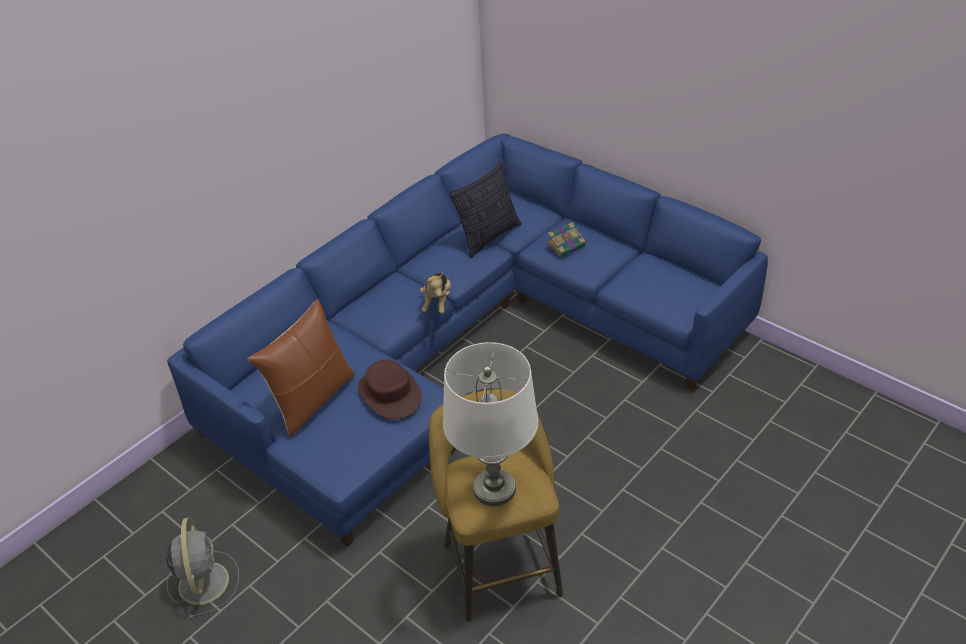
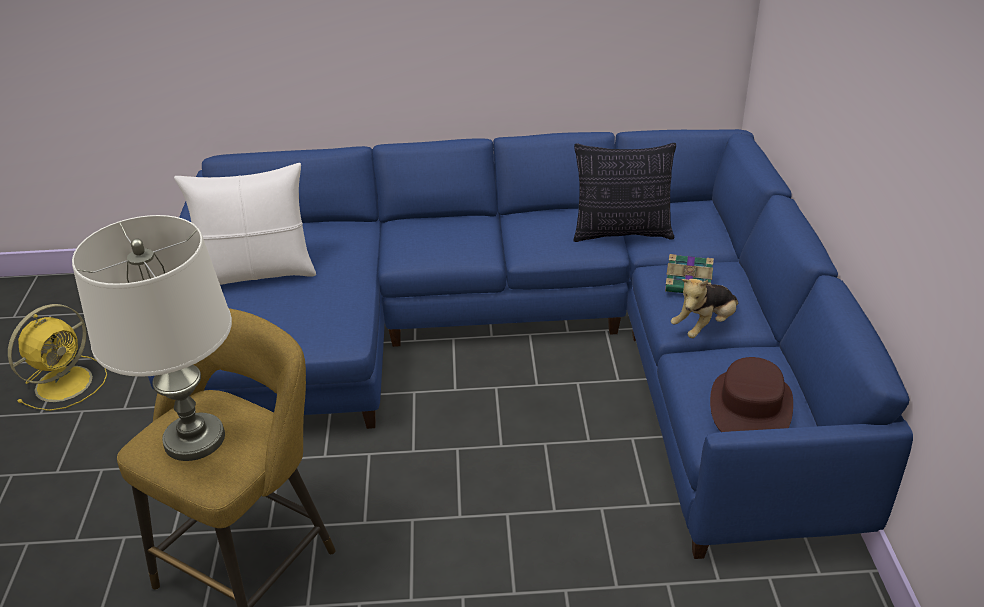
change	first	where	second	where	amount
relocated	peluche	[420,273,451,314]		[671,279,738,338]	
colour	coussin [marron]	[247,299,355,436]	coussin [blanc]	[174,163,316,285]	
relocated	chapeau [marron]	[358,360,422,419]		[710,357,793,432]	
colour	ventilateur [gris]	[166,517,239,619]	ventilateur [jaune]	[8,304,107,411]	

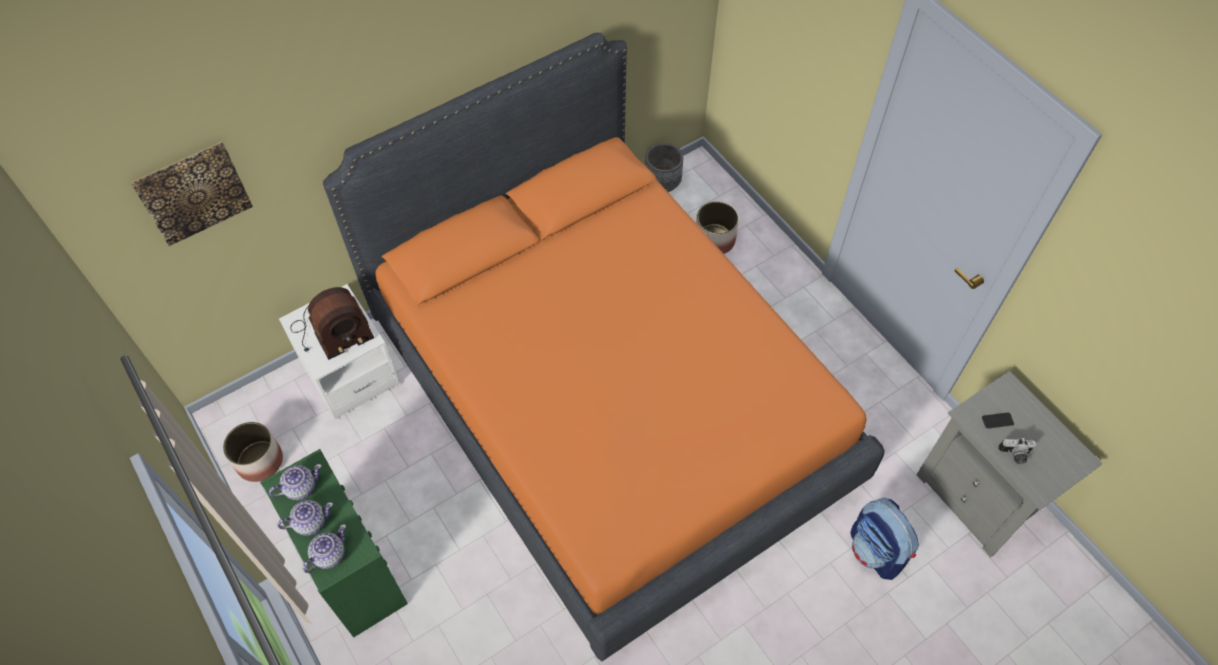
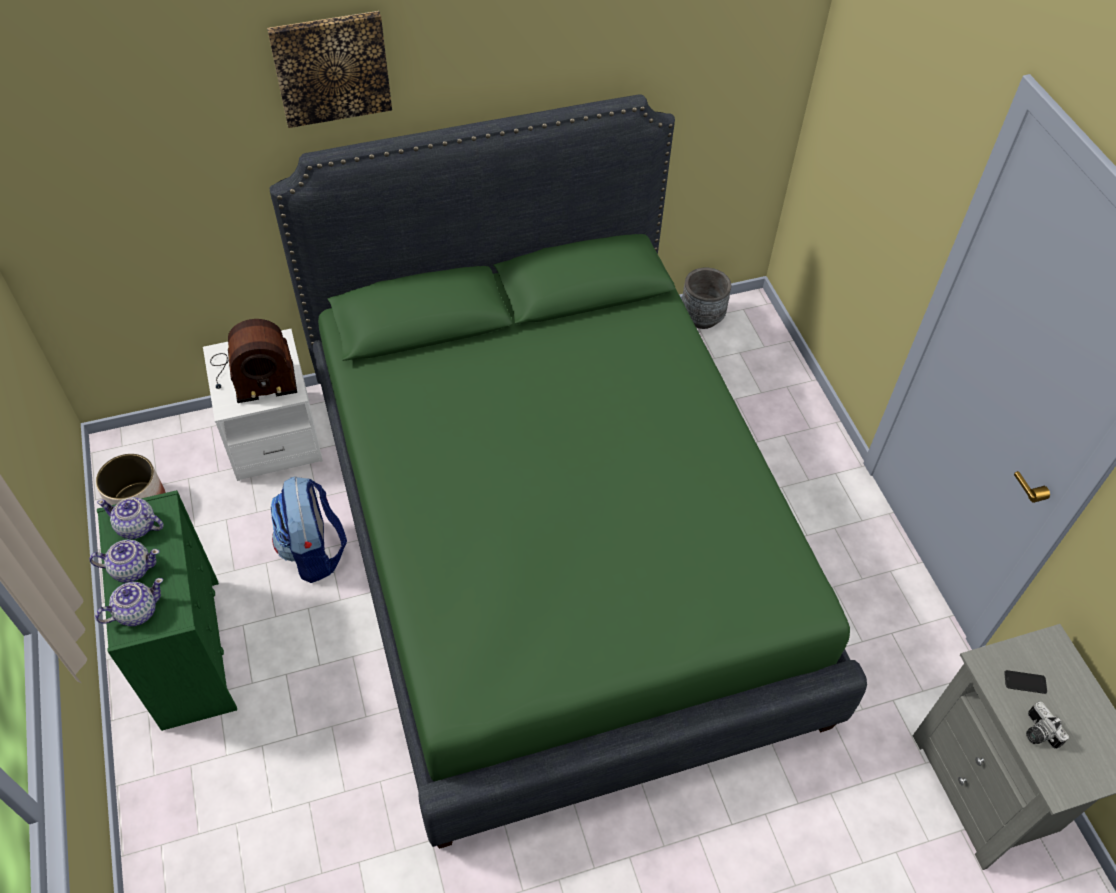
change	first	where	second	where	amount
colour	lit [orange]	[323,32,885,661]	lit [vert]	[270,94,867,849]	
relocated	tableau	[131,142,253,246]		[267,11,392,128]	
missing	cache-pot	[696,201,739,254]			
spun	appareil photo	[998,438,1036,464]		[1026,701,1069,749]	45 degrees clockwise
spun	théière	[269,464,322,500]		[97,497,163,539]	150 degrees counterclockwise
relocated	sac à dos	[850,498,919,580]		[271,476,347,583]	

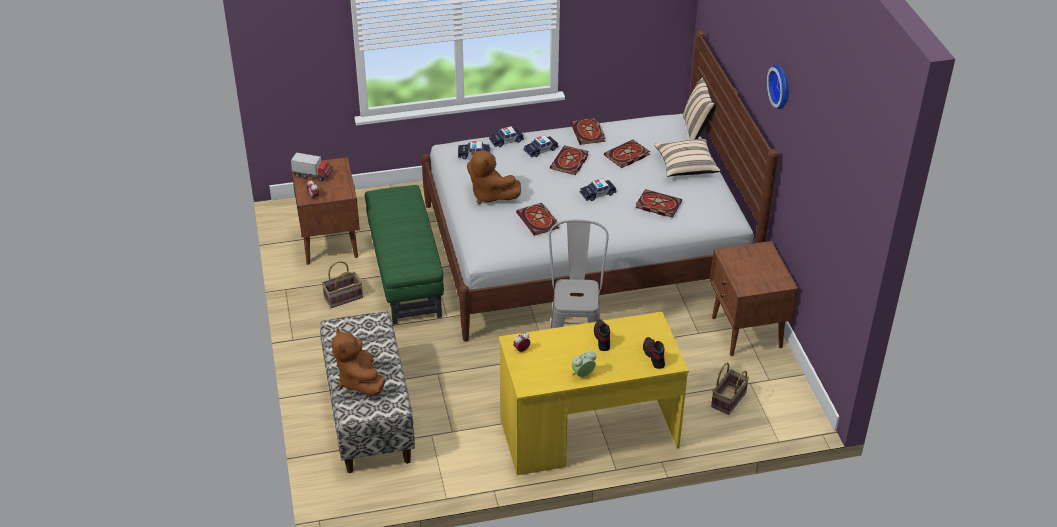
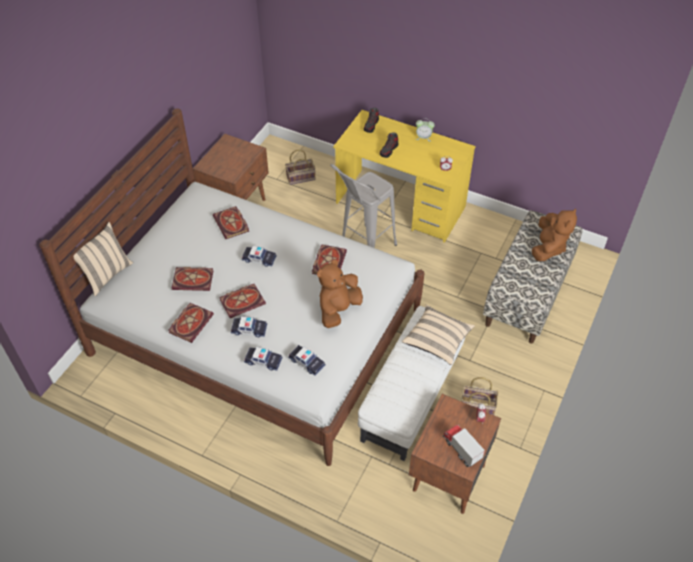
change	first	where	second	where	amount
missing	horloge murale	[767,65,789,109]			
relocated	coussin [beige]	[654,139,720,177]		[402,305,475,365]	
spun	peluche [marron]	[467,150,521,204]		[317,259,363,328]	135 degrees counterclockwise
colour	pouf [vert]	[365,185,444,325]	pouf [blanc]	[358,306,465,461]	

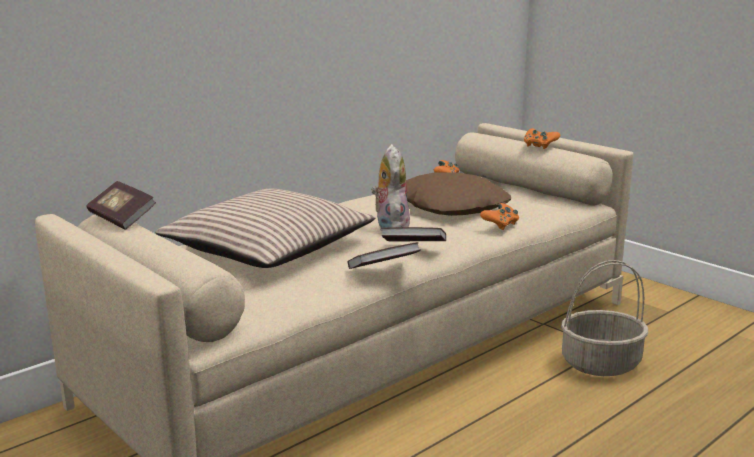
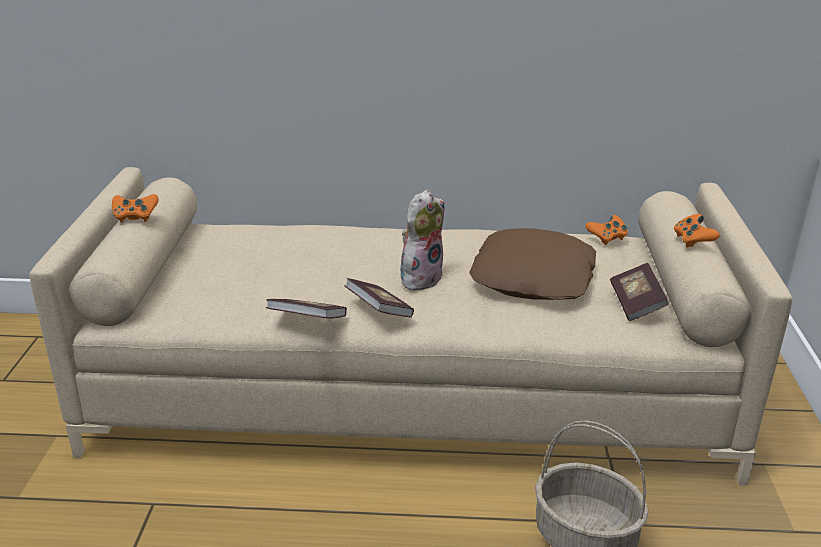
change	first	where	second	where	amount
relocated	livre	[86,181,156,229]		[610,263,669,321]	
missing	coussin	[155,189,375,268]			
relocated	manette [orange]	[480,203,519,230]		[112,194,159,222]	

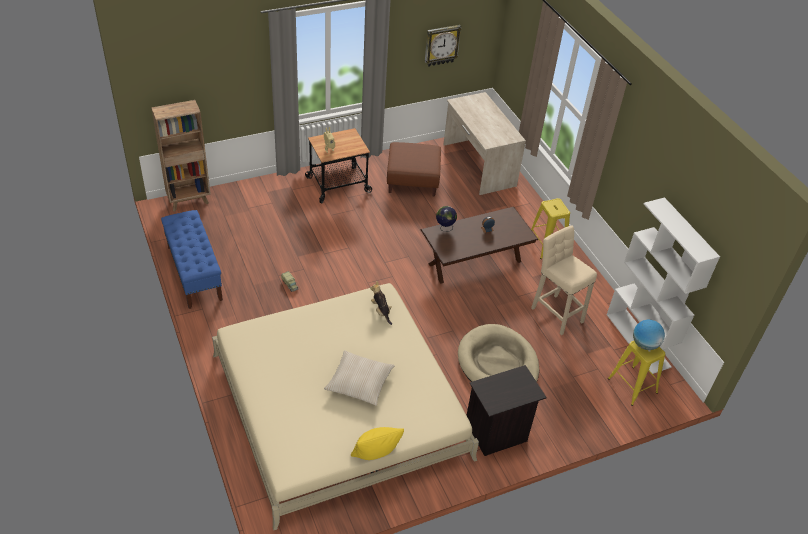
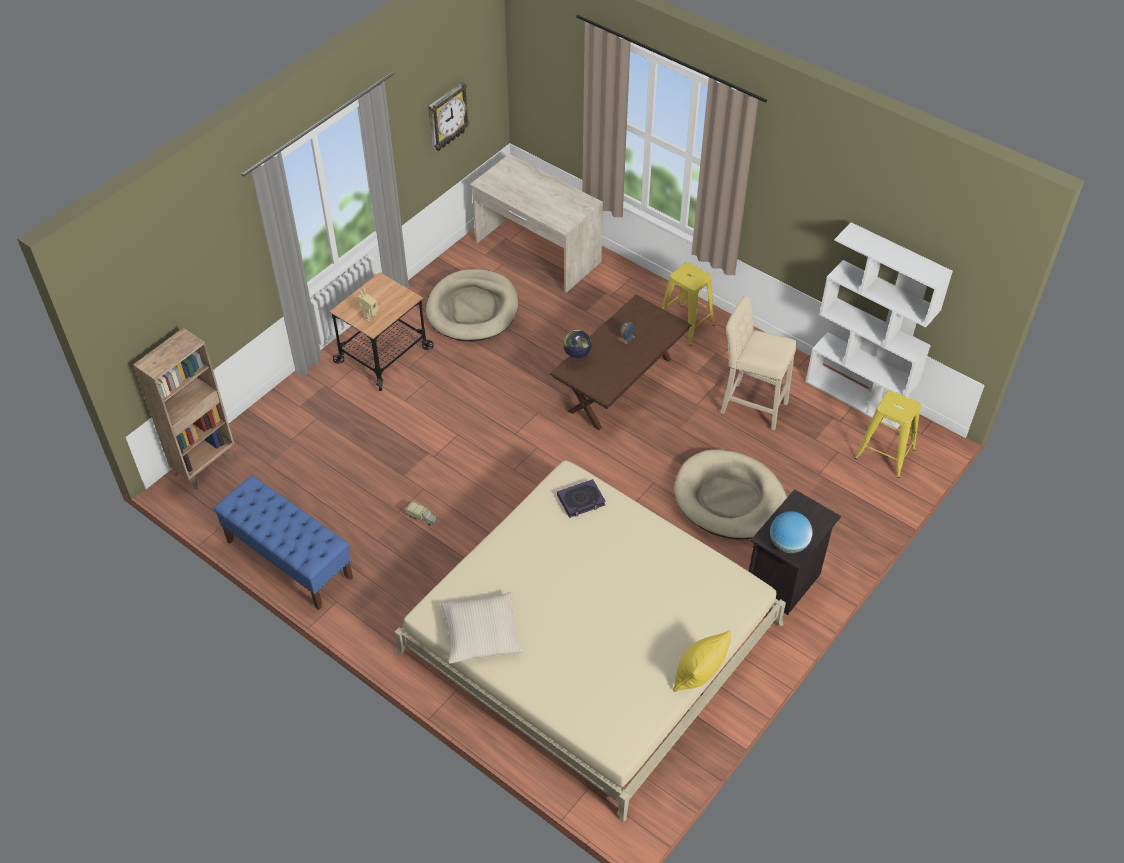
change	first	where	second	where	amount
exchanged	pouf [marron]	[387,142,441,197]	panier pour chien [beige]	[426,269,518,342]	
exchanged	peluche	[370,281,392,325]	livre	[557,479,606,518]	
relocated	globe	[633,320,665,350]		[770,511,813,553]	
relocated	coussin [beige]	[324,350,395,406]		[441,592,523,664]	

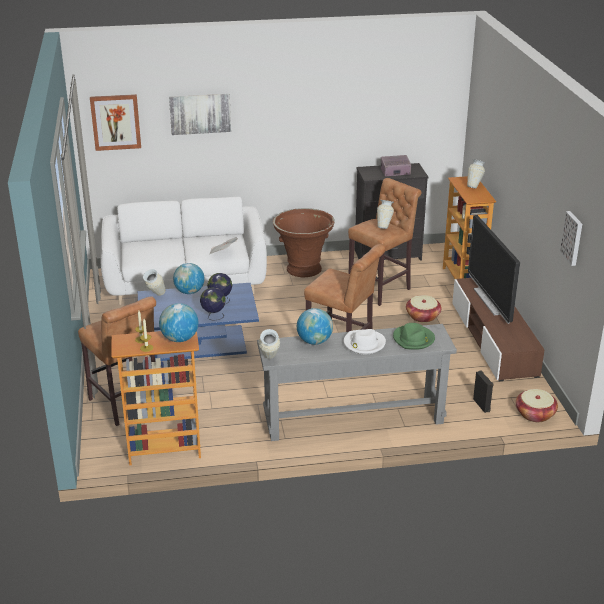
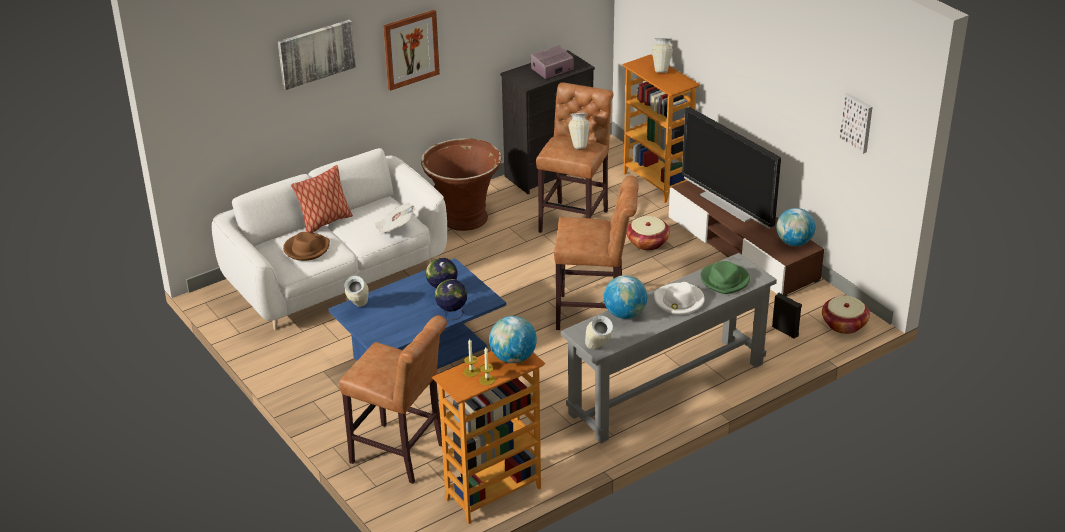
change	first	where	second	where	amount
relocated	tableau	[90,94,141,151]		[383,10,440,91]	
relocated	globe	[173,263,205,294]		[776,208,815,246]	
appeared			coussin	[291,165,353,233]	
appeared			chapeau [marron]	[283,232,330,261]	

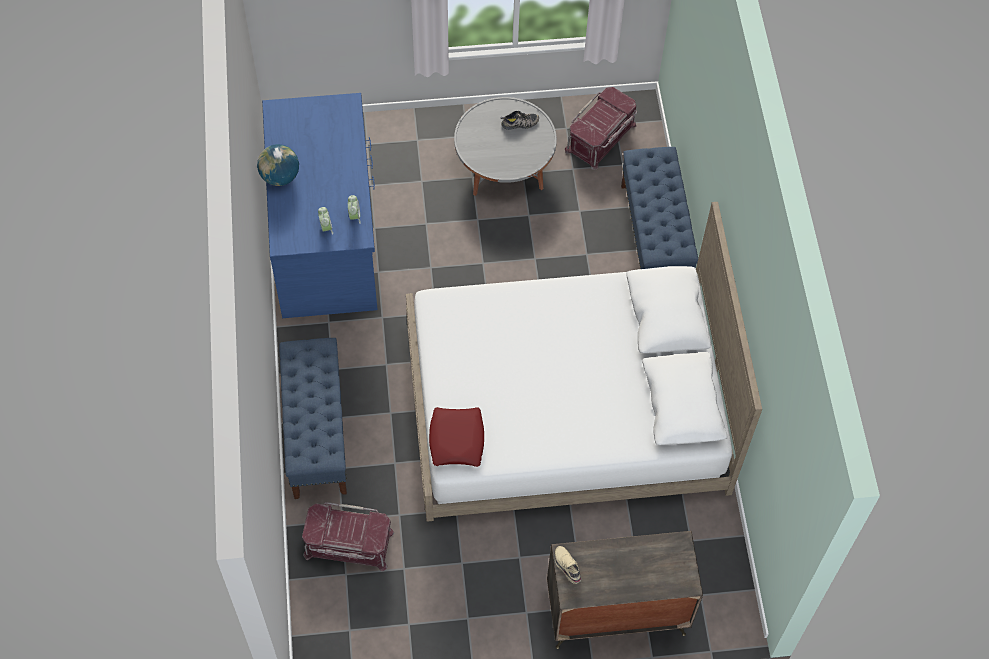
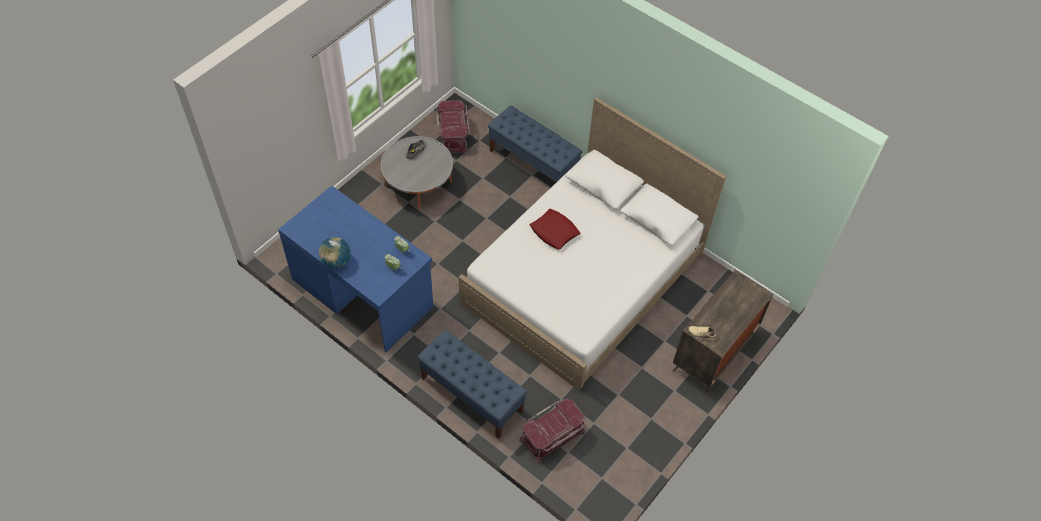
change	first	where	second	where	amount
relocated	coussin [rouge]	[429,407,484,467]		[530,209,580,250]	

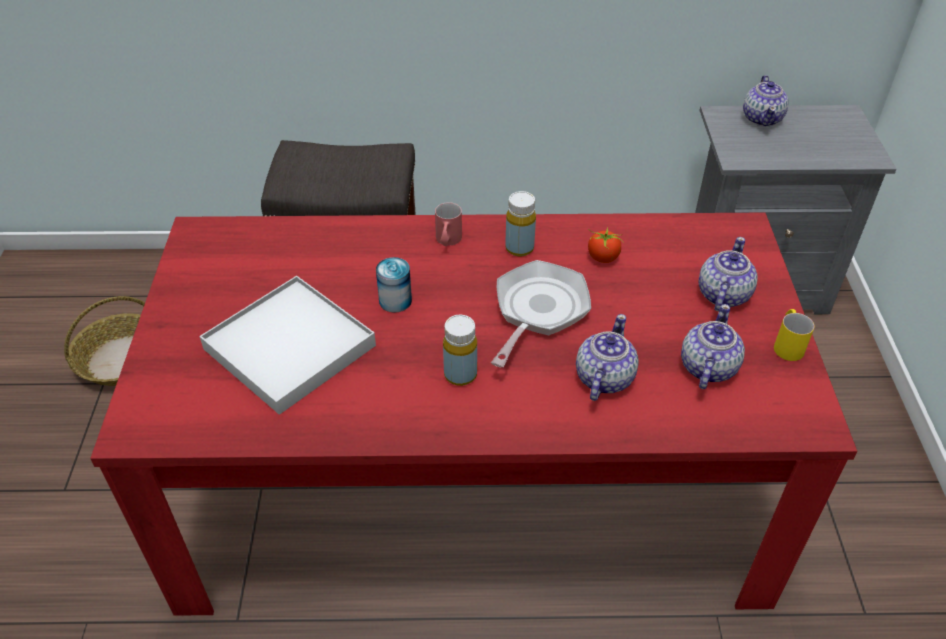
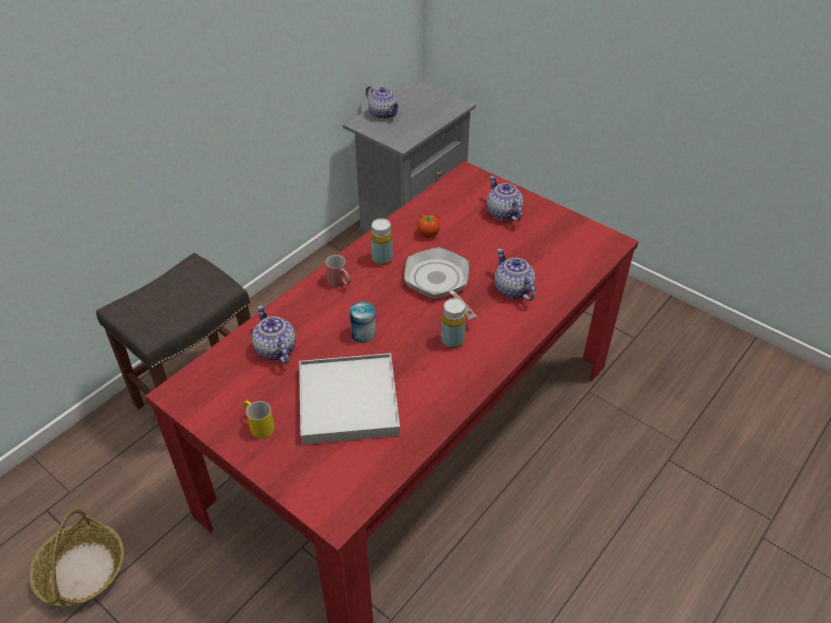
change	first	where	second	where	amount
relocated	théière	[681,304,745,389]		[252,305,296,364]	
relocated	mug [jaune]	[774,309,815,361]		[243,401,275,439]	

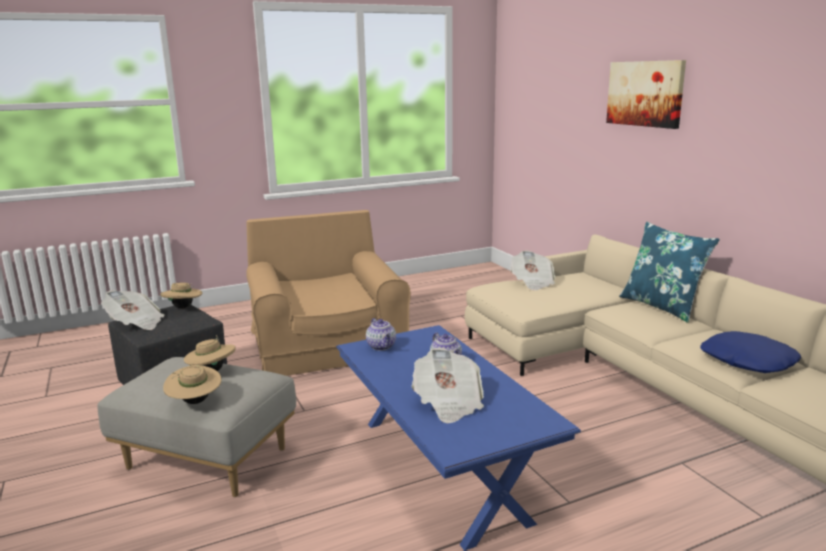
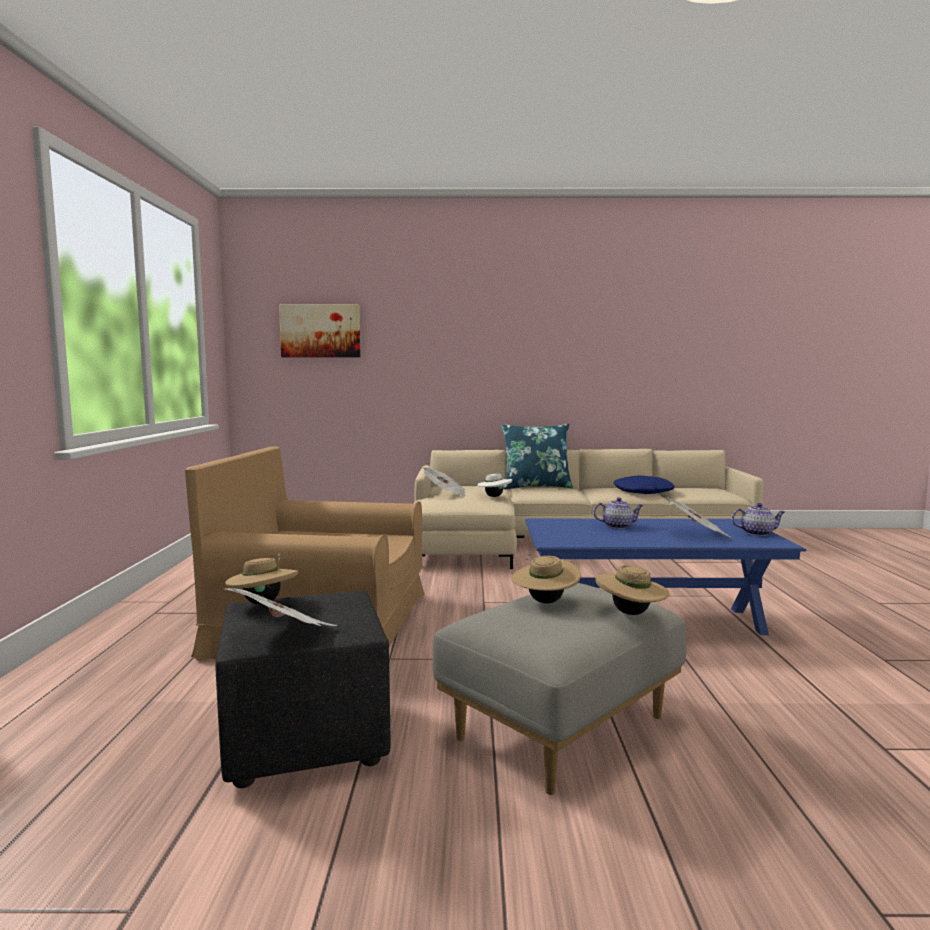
change	first	where	second	where	amount
relocated	tableau	[606,60,686,129]		[279,304,361,357]	
relocated	théière	[366,318,396,351]		[732,503,785,536]	
appeared			chapeau [blanc]	[477,472,512,497]	

